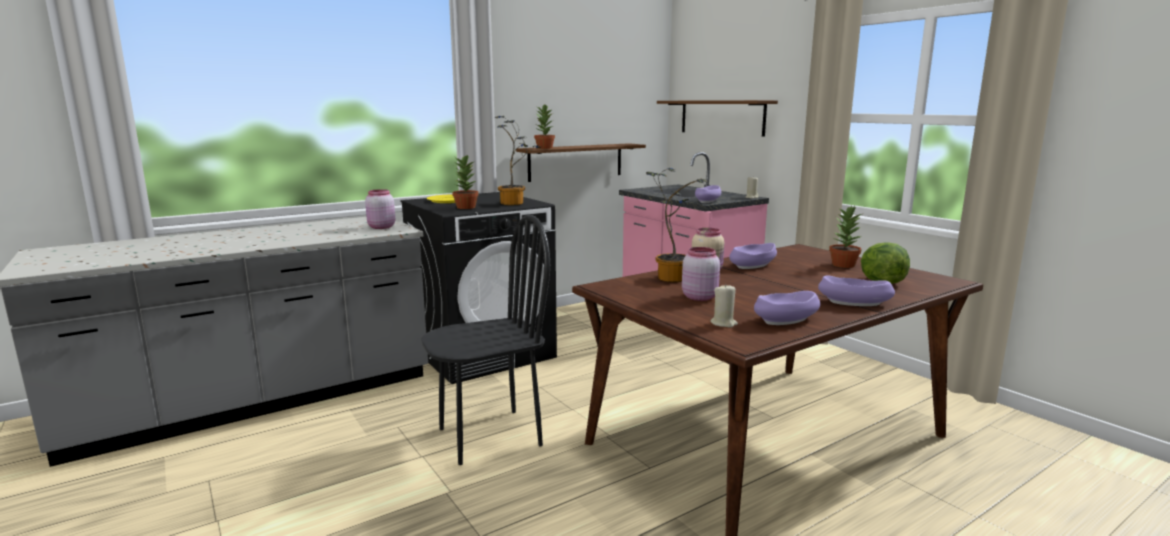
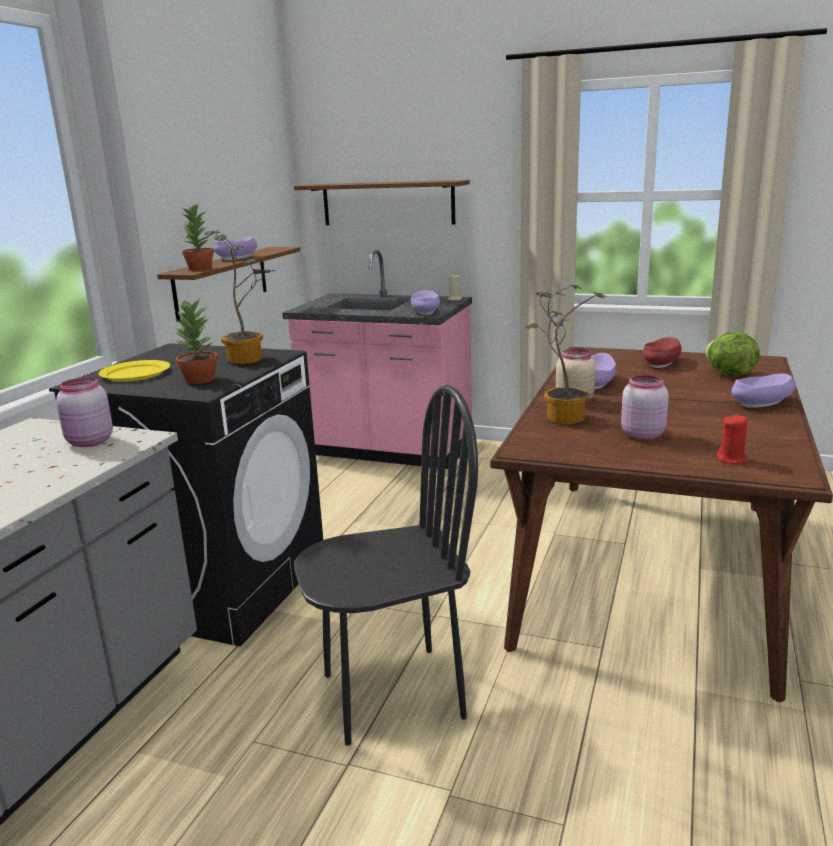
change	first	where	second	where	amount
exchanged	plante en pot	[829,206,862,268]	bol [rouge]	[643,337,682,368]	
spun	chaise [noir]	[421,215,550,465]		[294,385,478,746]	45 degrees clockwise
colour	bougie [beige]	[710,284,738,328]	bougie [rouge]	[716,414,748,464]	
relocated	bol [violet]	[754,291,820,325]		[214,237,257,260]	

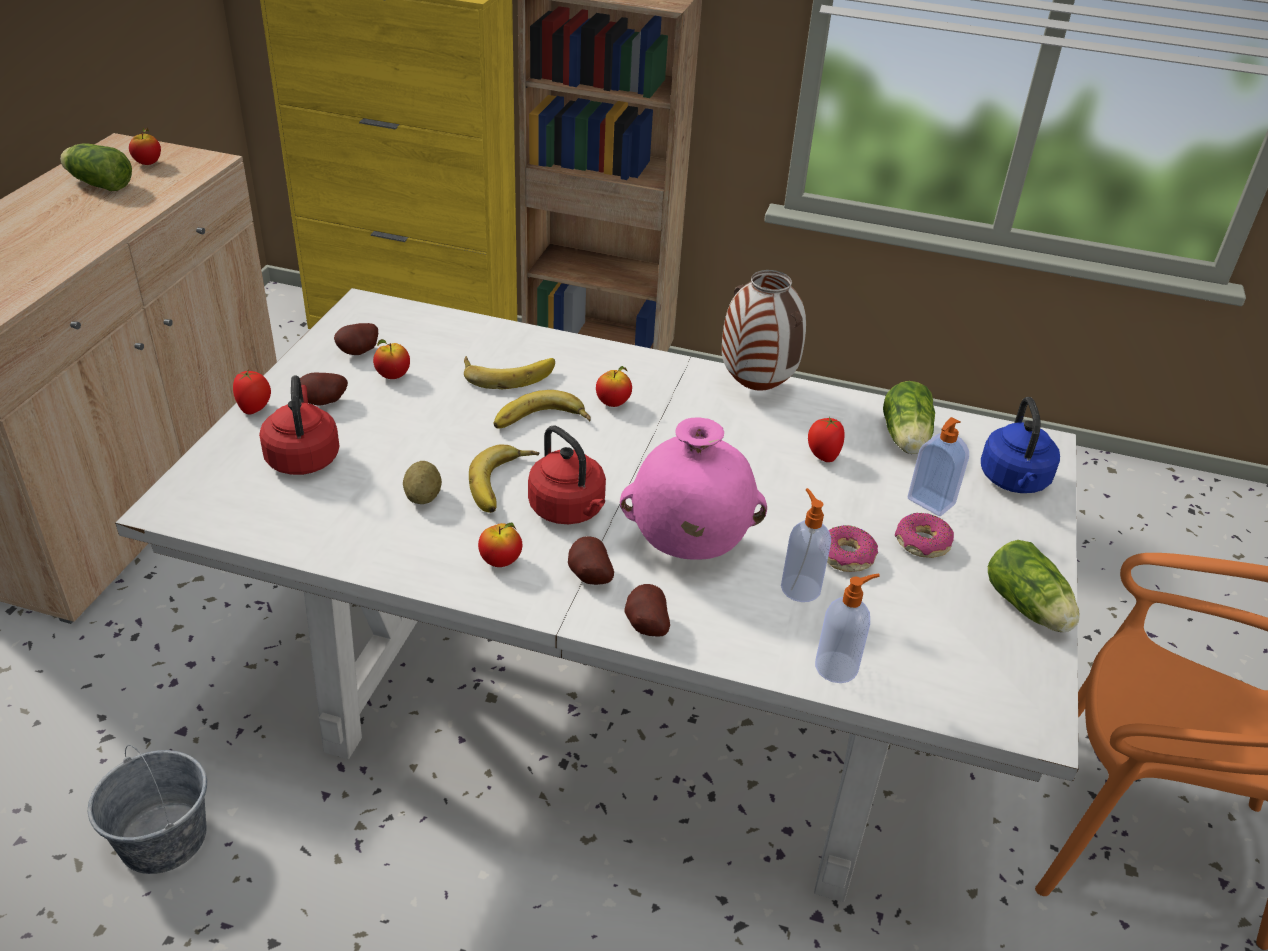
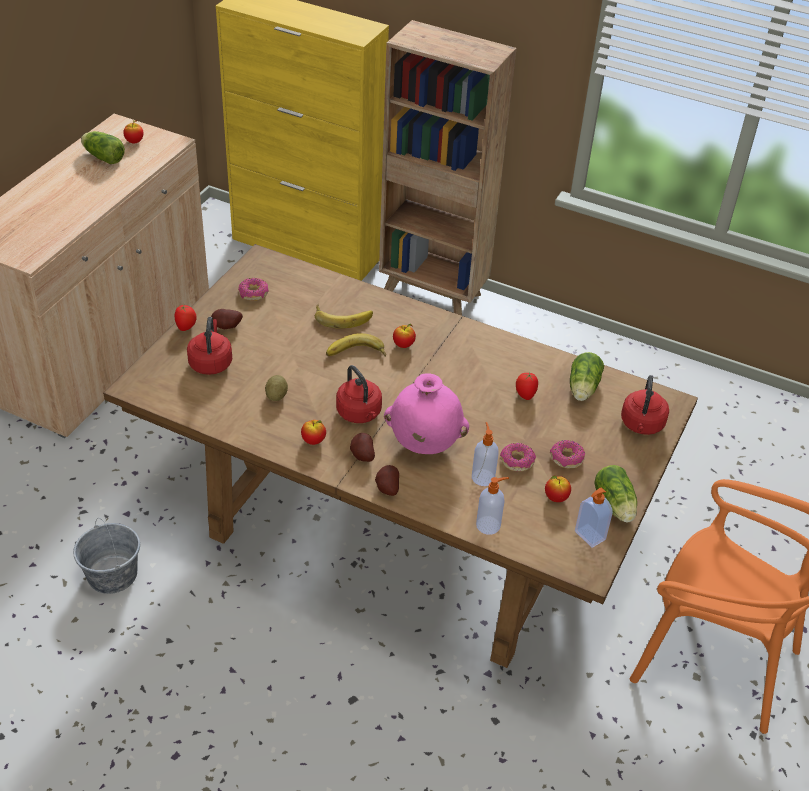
change	first	where	second	where	amount
missing	vase	[722,270,806,390]			
colour	table à manger [blanc]	[115,288,1079,902]	table à manger [marron]	[103,244,698,668]	
exchanged	pomme de terre	[334,323,378,355]	beignet	[238,278,269,301]	
relocated	pomme	[373,339,410,379]		[545,476,571,502]	
colour	bouilloire [bleu]	[981,397,1060,493]	bouilloire [rouge]	[621,375,669,435]	
relocated	distributeur de savon	[908,417,969,516]		[575,487,613,548]	
missing	banane	[469,444,539,513]			

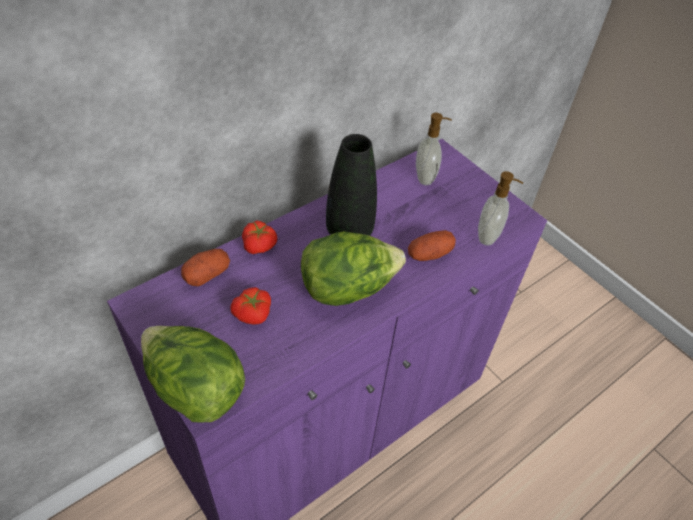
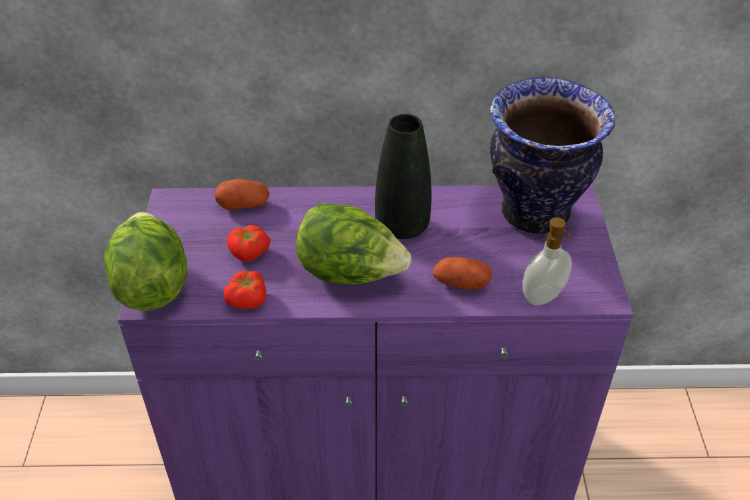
change	first	where	second	where	amount
exchanged	distributeur de savon	[416,113,452,185]	vase	[490,77,615,234]	
relocated	tomate	[242,221,277,254]		[223,270,266,309]	

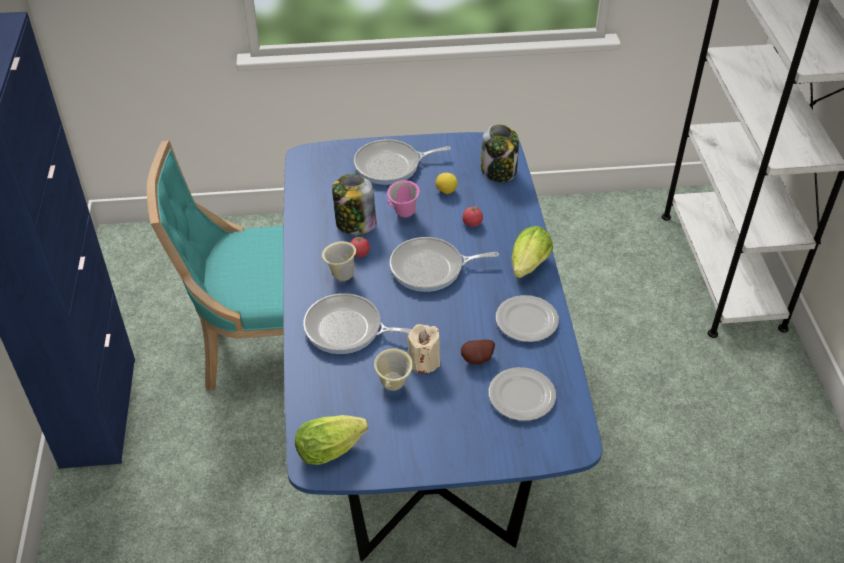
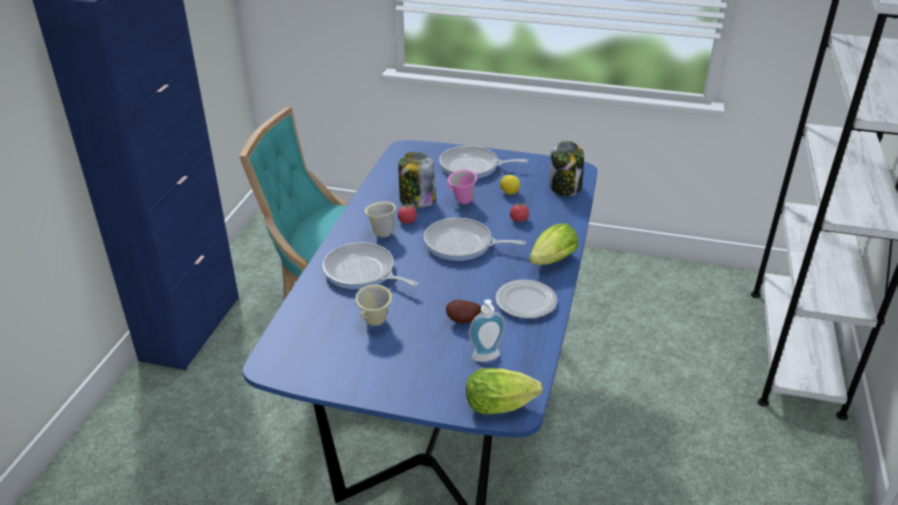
change	first	where	second	where	amount
missing	bougie [beige]	[407,324,440,373]			
exchanged	assiette	[488,367,556,421]	distributeur de savon	[469,299,505,362]	
relocated	laitue	[295,415,368,465]		[466,368,543,415]	

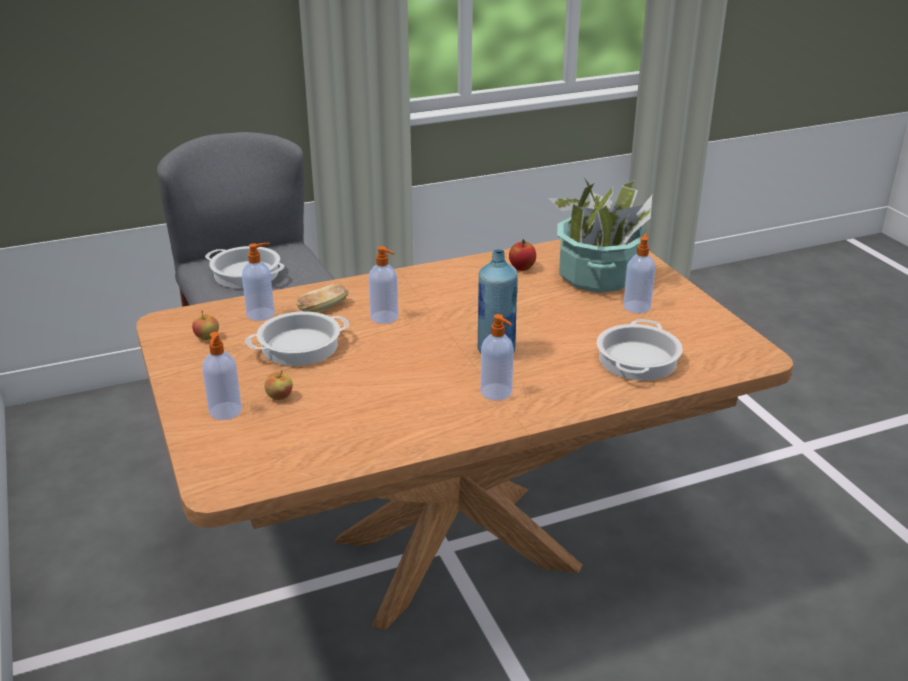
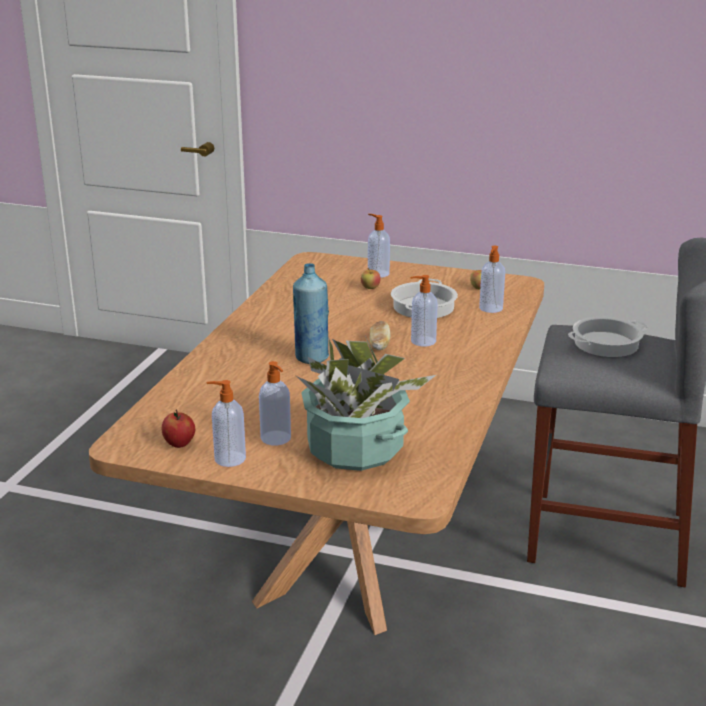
change	first	where	second	where	amount
relocated	pomme	[509,239,536,271]		[162,410,195,448]	
relocated	pain	[296,283,349,312]		[370,321,391,350]	
relocated	distributeur de savon	[481,314,514,401]		[207,380,246,467]	
missing	marmite	[597,319,683,381]			

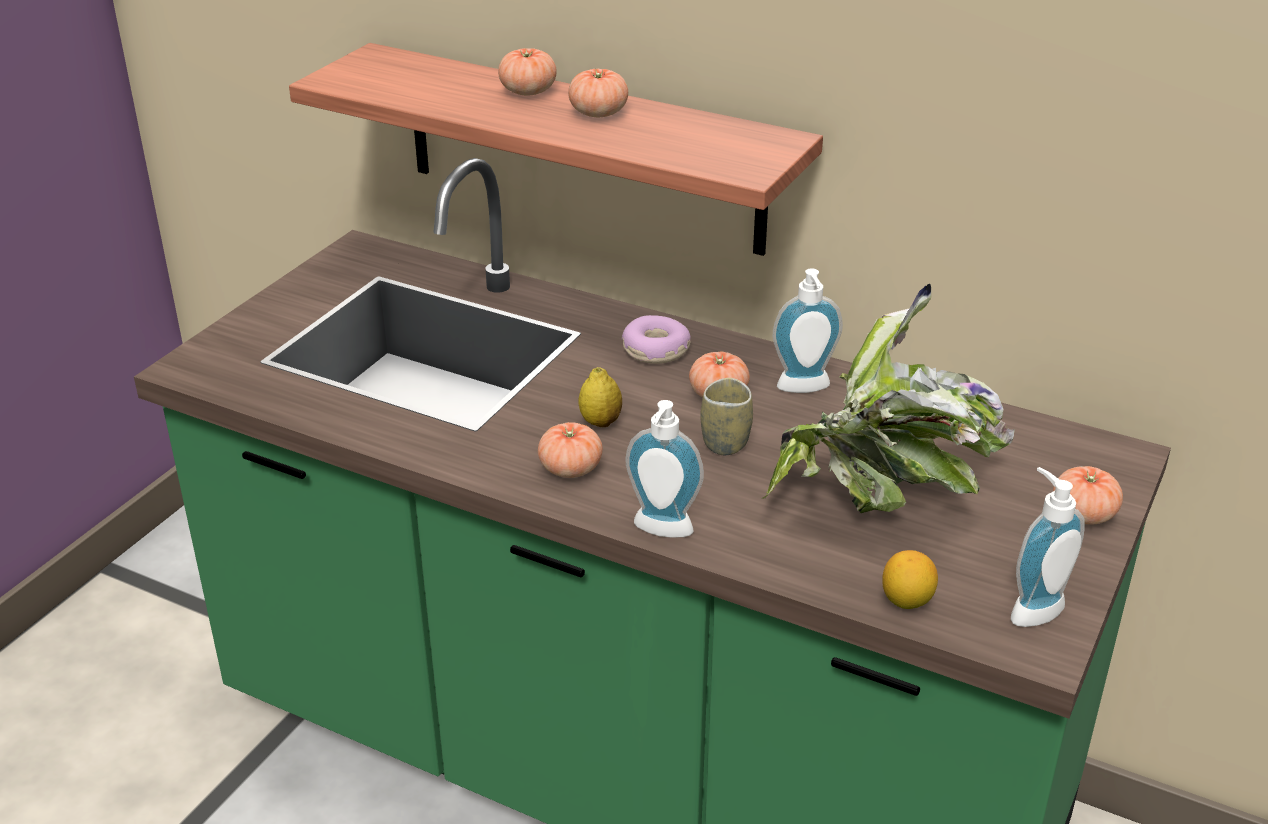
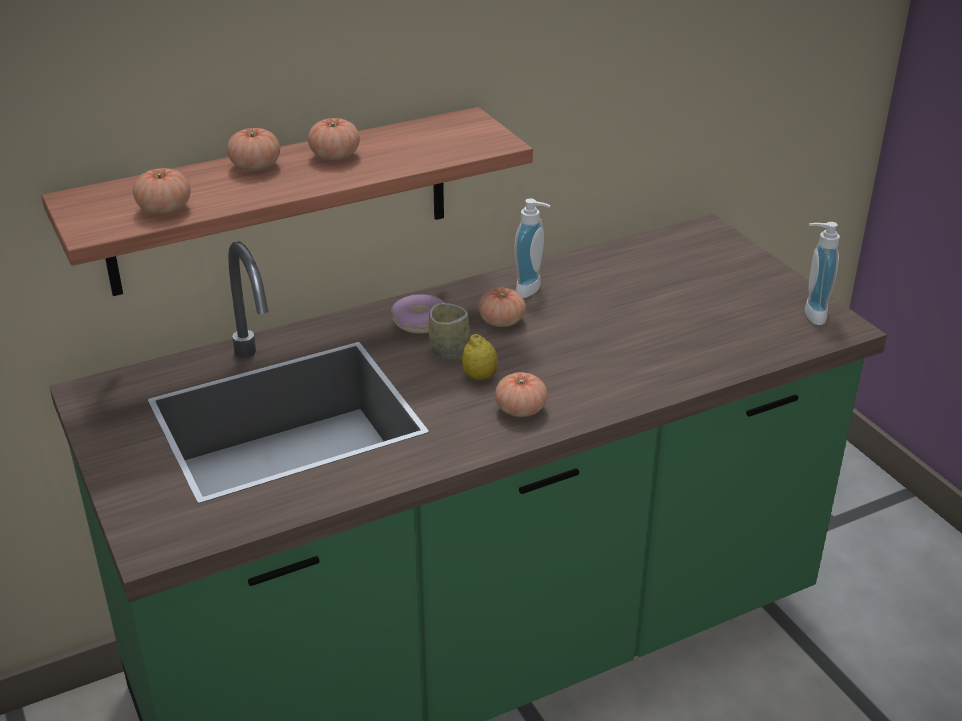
change	first	where	second	where	amount
missing	plante en pot	[762,283,1015,513]			
relocated	tasse	[700,378,753,455]		[429,303,469,361]	
missing	distributeur de savon	[626,400,704,538]			
relocated	tomate	[1053,466,1123,525]		[133,168,191,214]	
missing	citron	[882,550,938,609]			

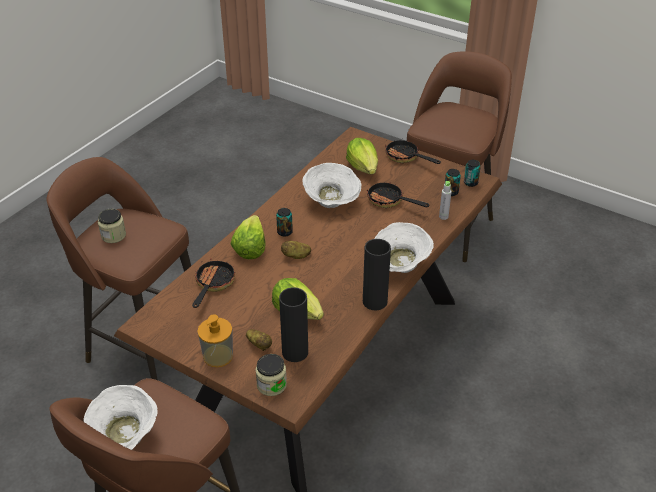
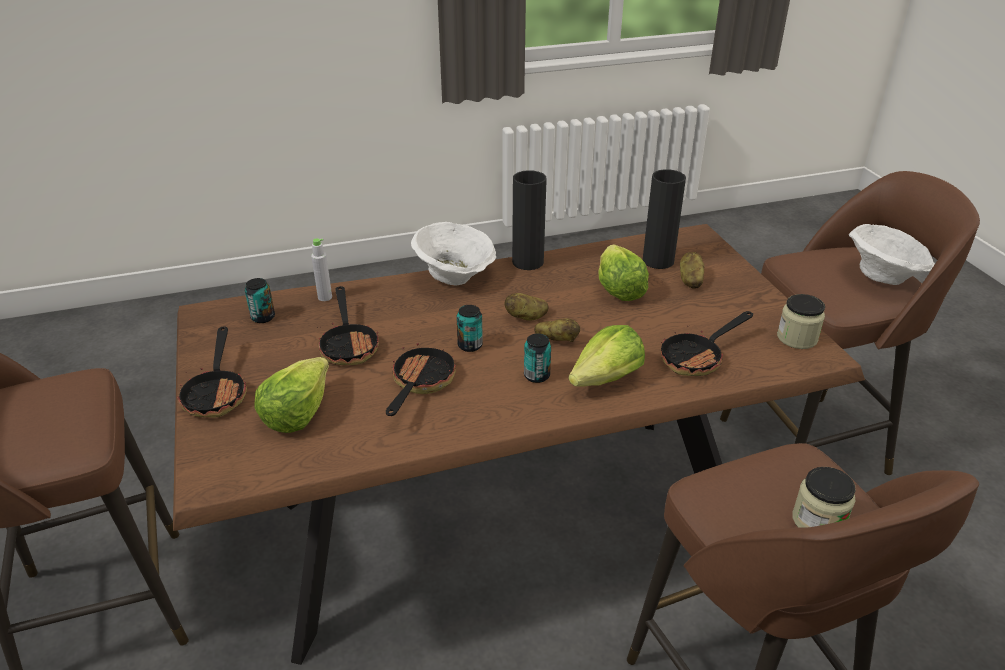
change	first	where	second	where	amount
relocated	boîte métallique	[464,160,481,187]		[457,305,483,352]	
exchanged	bol [blanc]	[303,163,361,208]	poêle	[386,343,456,416]	
missing	distributeur de savon	[197,314,233,367]			
relocated	bocal	[255,354,287,396]		[777,294,825,349]	
appeared			pomme de terre	[505,293,549,321]	

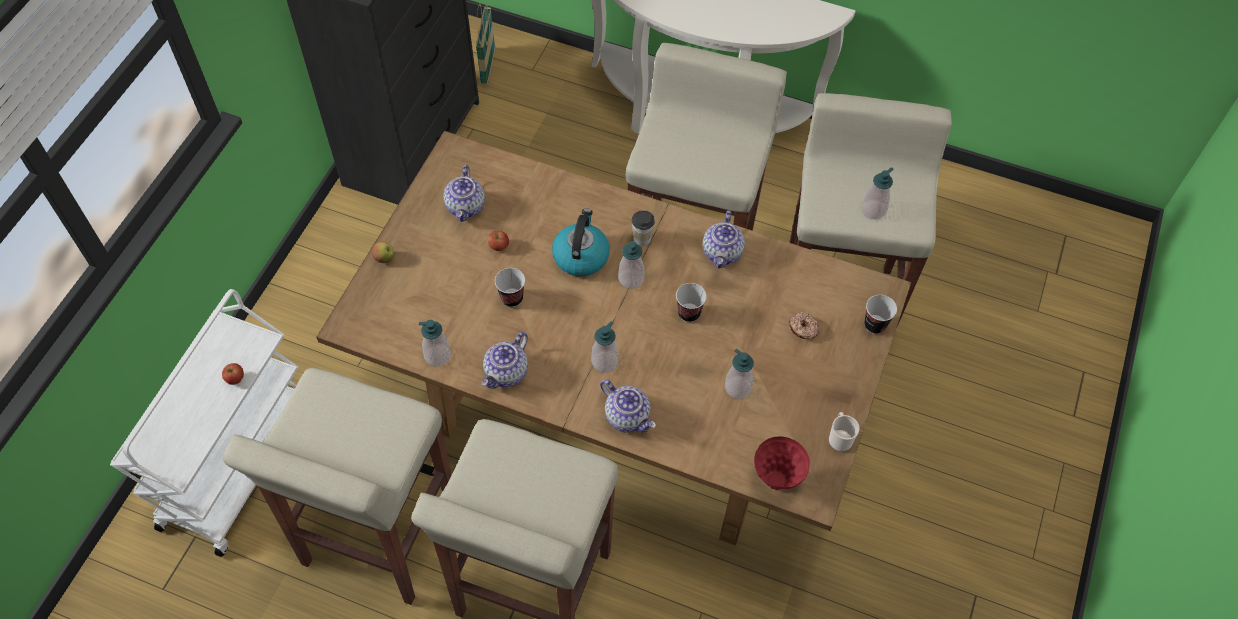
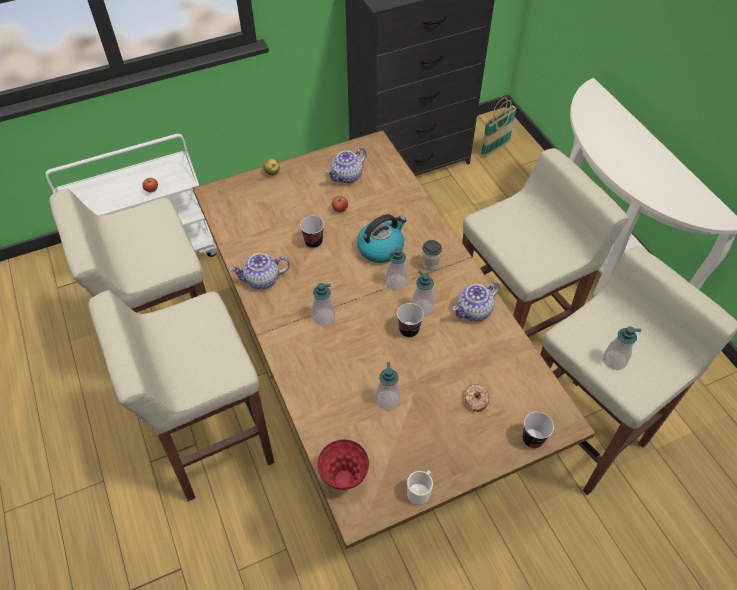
change	first	where	second	where	amount
relocated	distributeur de savon	[419,320,451,367]		[412,270,434,316]	
missing	théière	[600,379,656,432]			

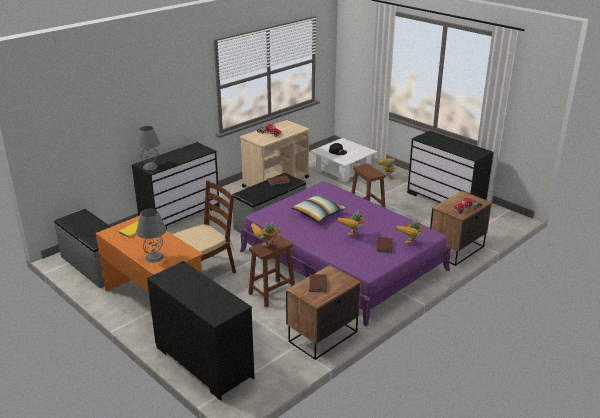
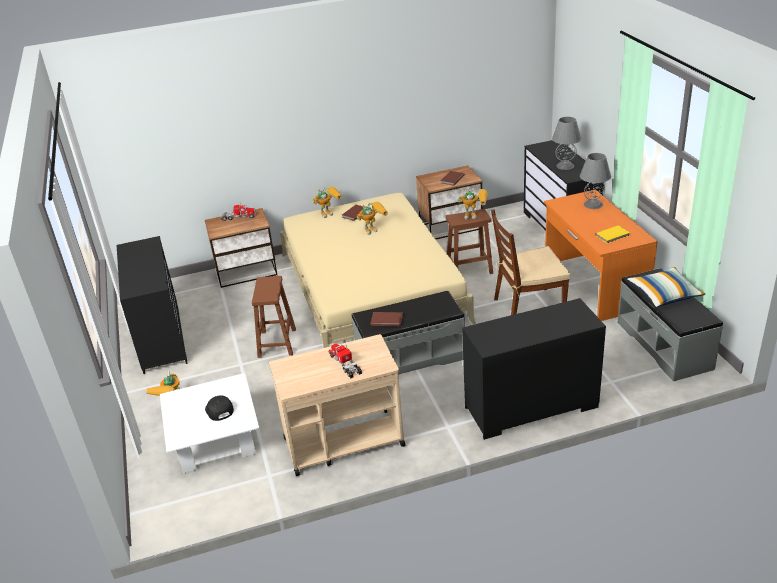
change	first	where	second	where	amount
relocated	lampe de table [gris]	[136,126,160,170]		[552,117,581,170]	
colour	lit [violet]	[240,181,451,327]	lit [beige]	[280,193,476,348]	
relocated	coussin	[291,195,346,222]		[627,267,705,307]	

